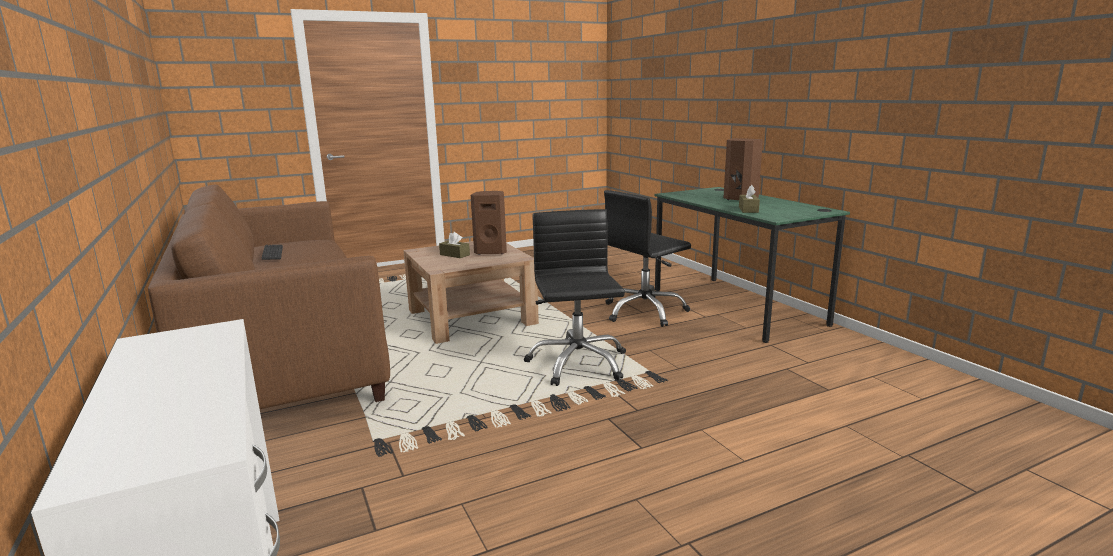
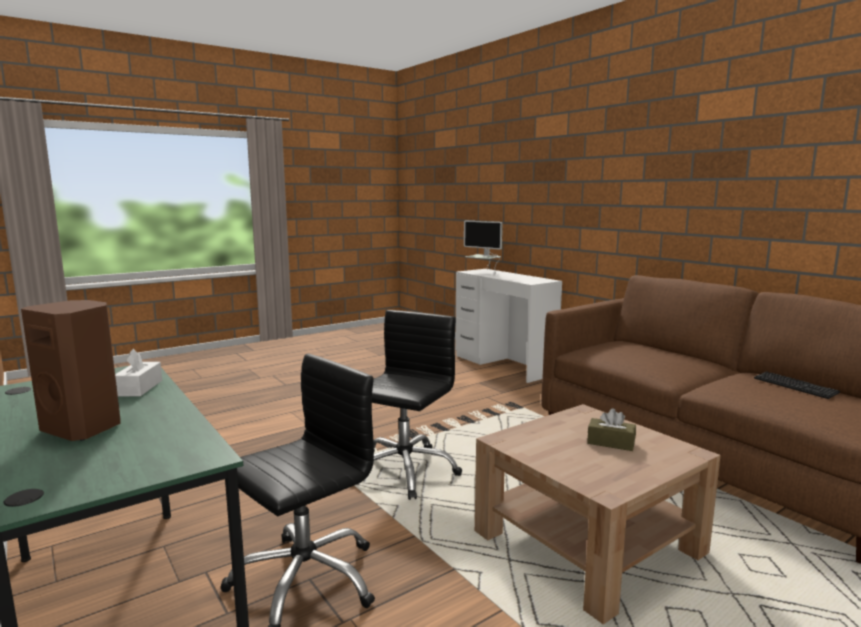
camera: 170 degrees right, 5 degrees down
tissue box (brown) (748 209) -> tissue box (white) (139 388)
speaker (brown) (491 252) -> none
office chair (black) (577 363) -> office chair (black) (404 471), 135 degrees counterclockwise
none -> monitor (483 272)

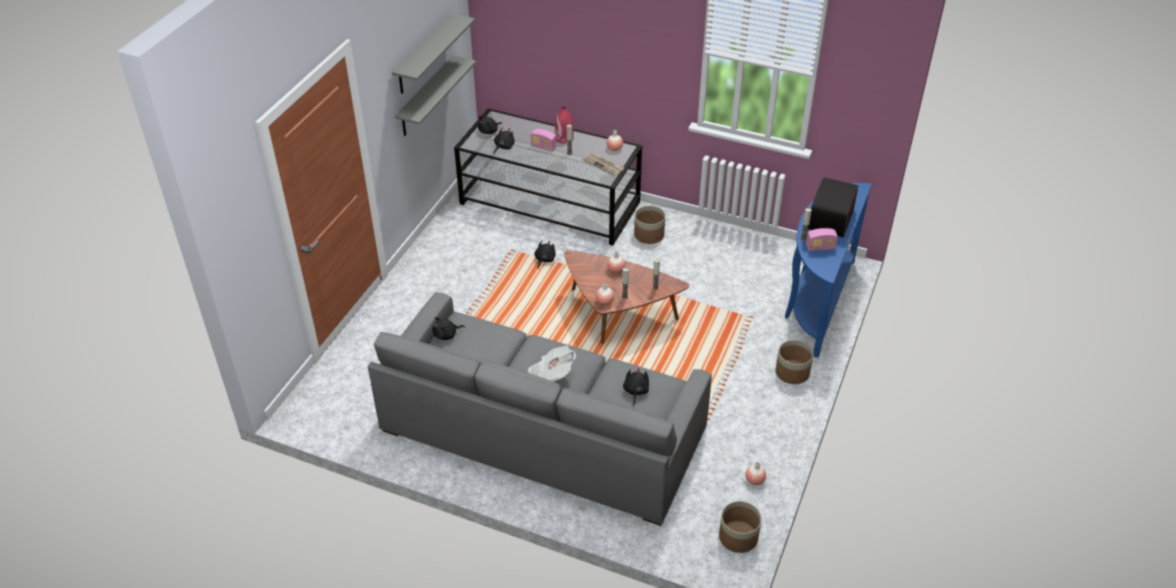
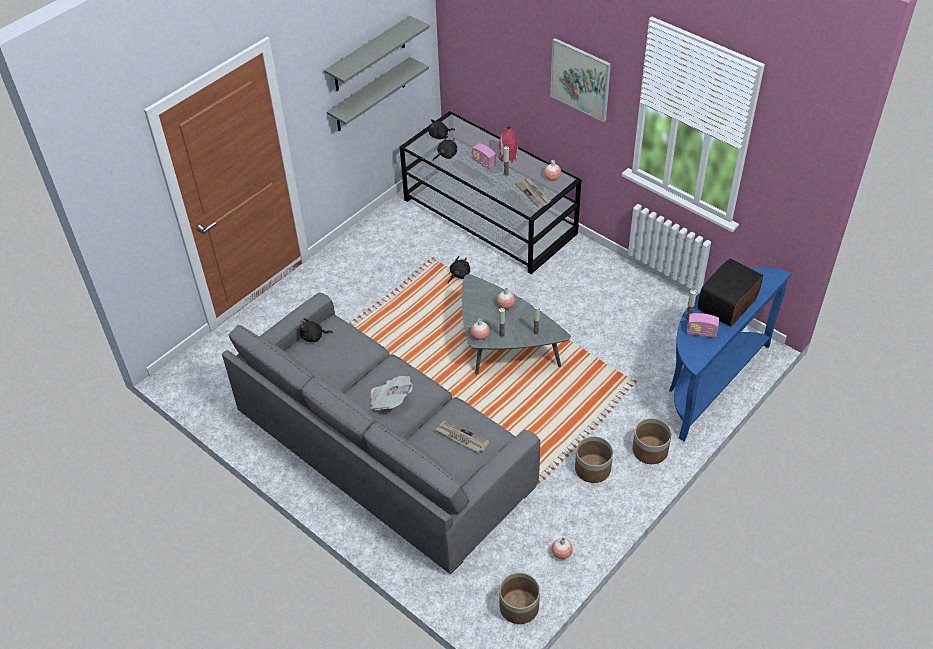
camera: 20 degrees right, 5 degrees up
planter (649 235) -> planter (593 469), moved
coffee table (brown) (617 316) -> coffee table (grey) (503 349)
plush toy (black) (635 391) -> newspaper (461 437)
none -> picture (580 79)

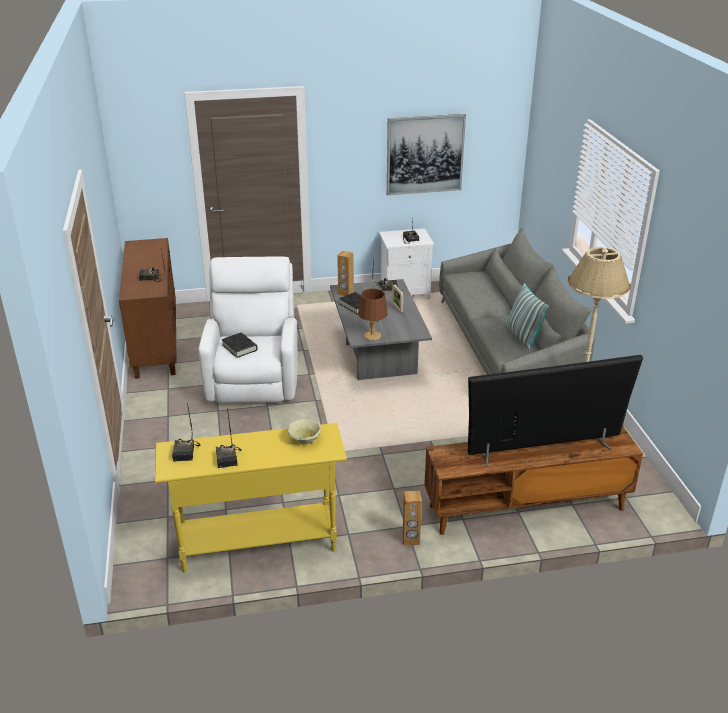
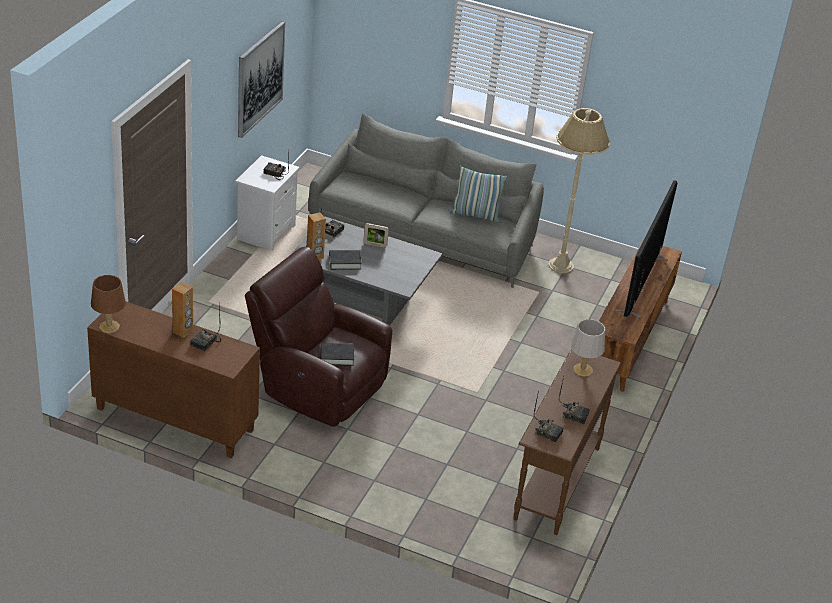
camera: 60 degrees left, 5 degrees up
armchair (white) (254 379) -> armchair (brown) (317 386)
table lamp (brown) (372 335) -> table lamp (brown) (109 327), moved
bowl (beige) (305 439) -> table lamp (grey) (582 370)
console table (yellow) (257 544) -> console table (brown) (556 483)
speaker (brown) (411 540) -> speaker (brown) (183 331), moved

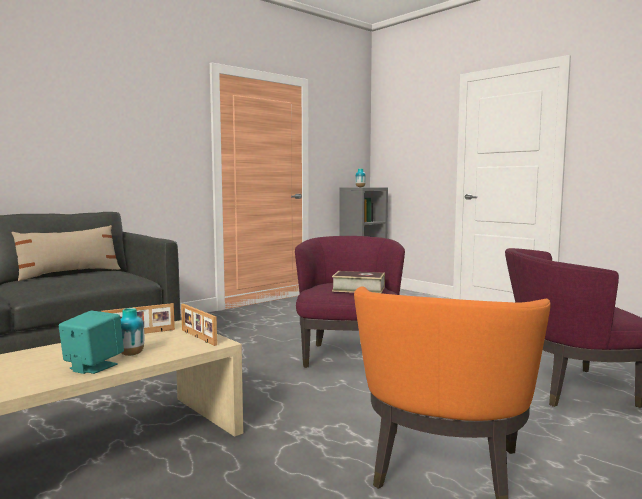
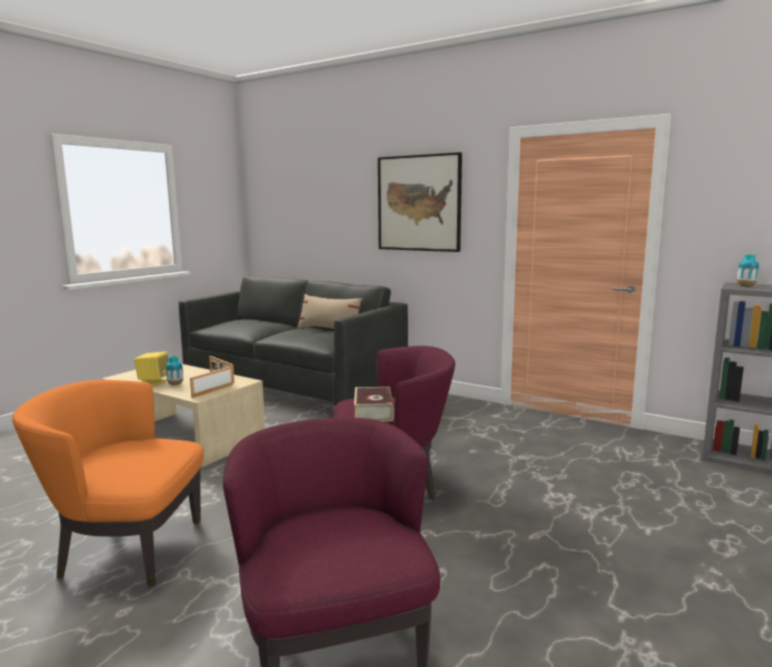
camera: 75 degrees right, 5 degrees up
speaker (turquoise) (92 366) -> speaker (yellow) (154 382)
none -> picture (419 203)

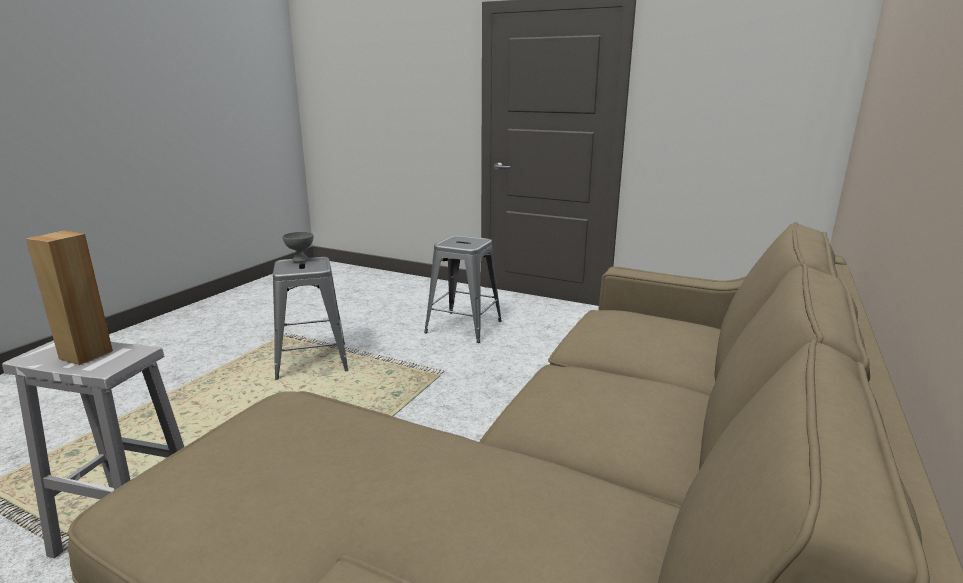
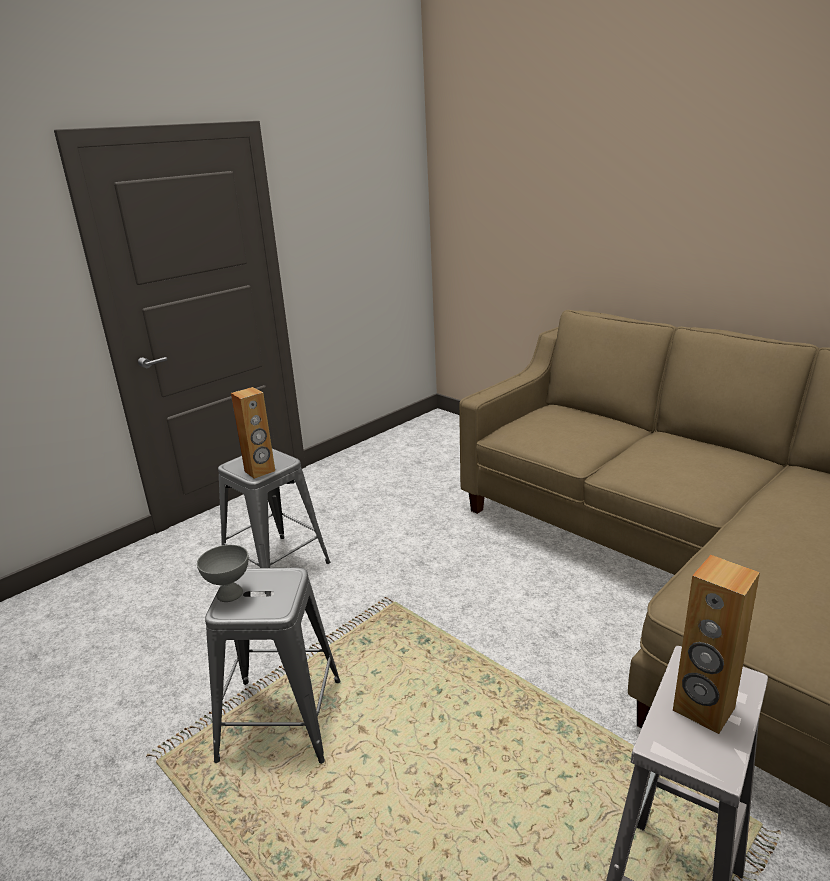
camera: 70 degrees left, 5 degrees up
none -> speaker (brown) (260 471)

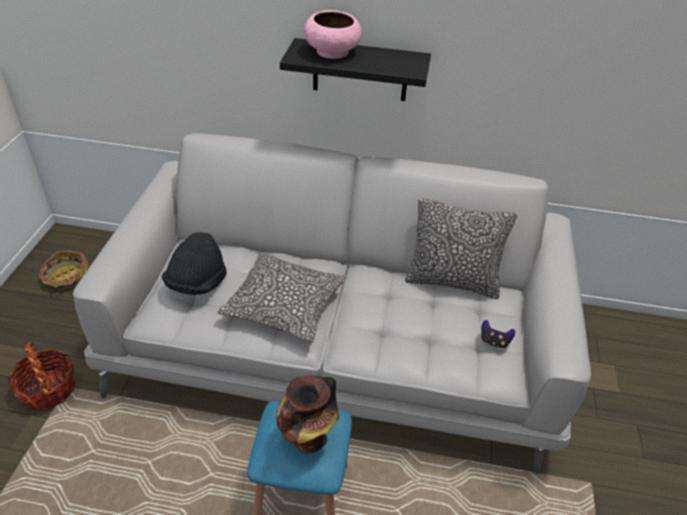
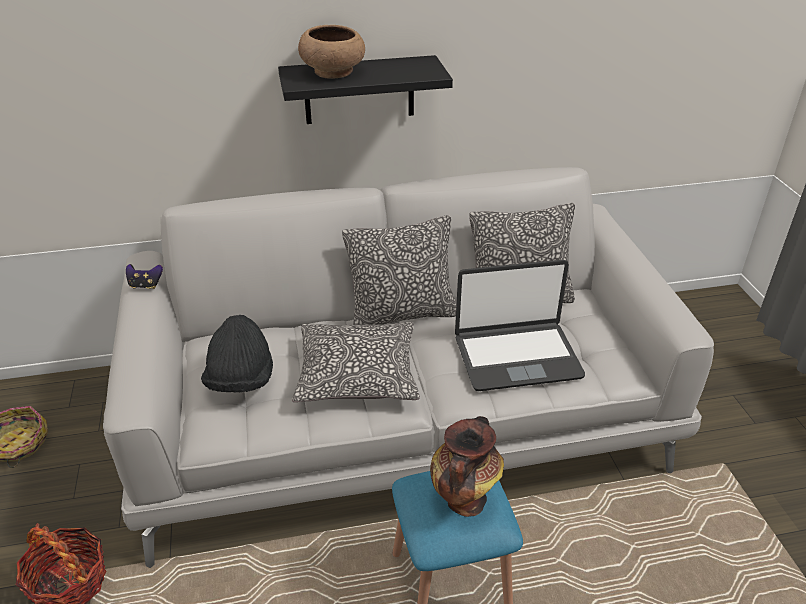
camera: 20 degrees left, 5 degrees down
bowl (pink) (333 52) -> bowl (brown) (333 71)
game controller (494 342) -> game controller (145 285), moved
none -> pillow (402 314)
none -> laptop (516 356)

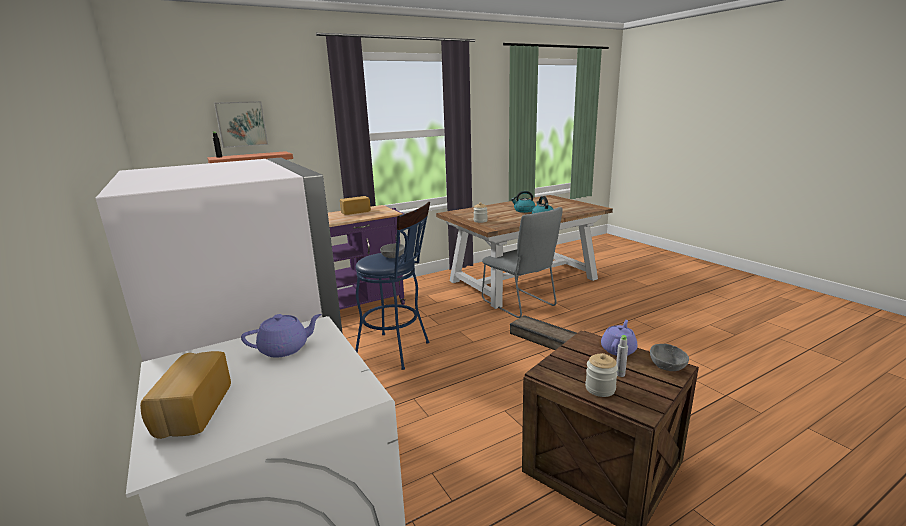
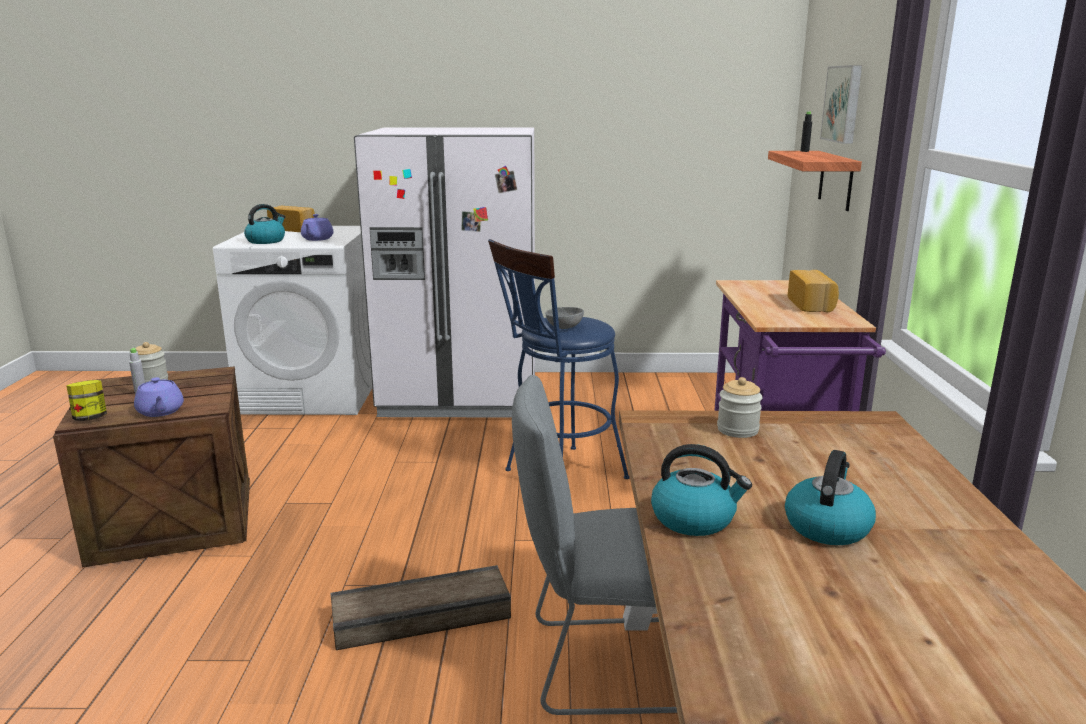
camera: 120 degrees right, 0 degrees up
bowl (grey) (668 366) -> jar (90 418)
none -> kettle (266 241)

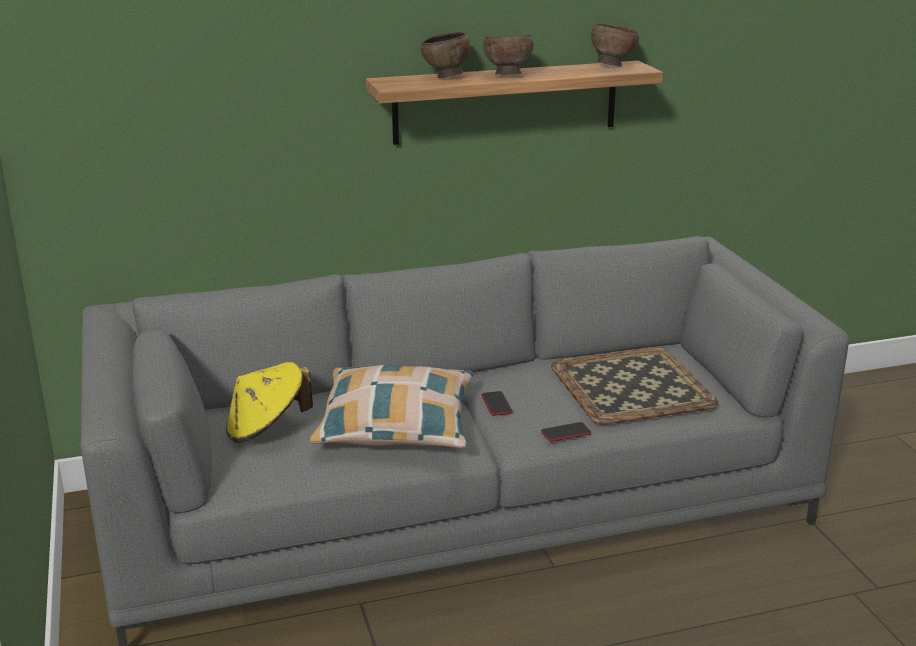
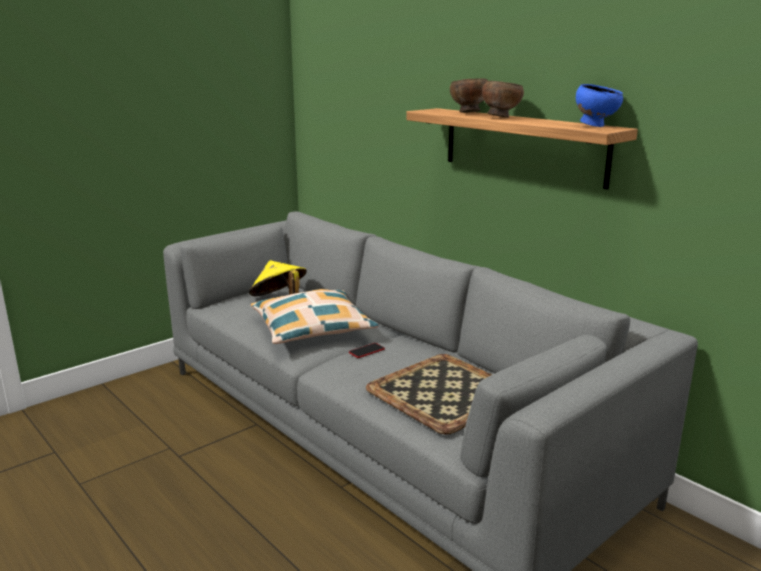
camera: 65 degrees right, 5 degrees down
bowl (brown) (612 65) -> bowl (blue) (595 126)
phone (566 433) -> none

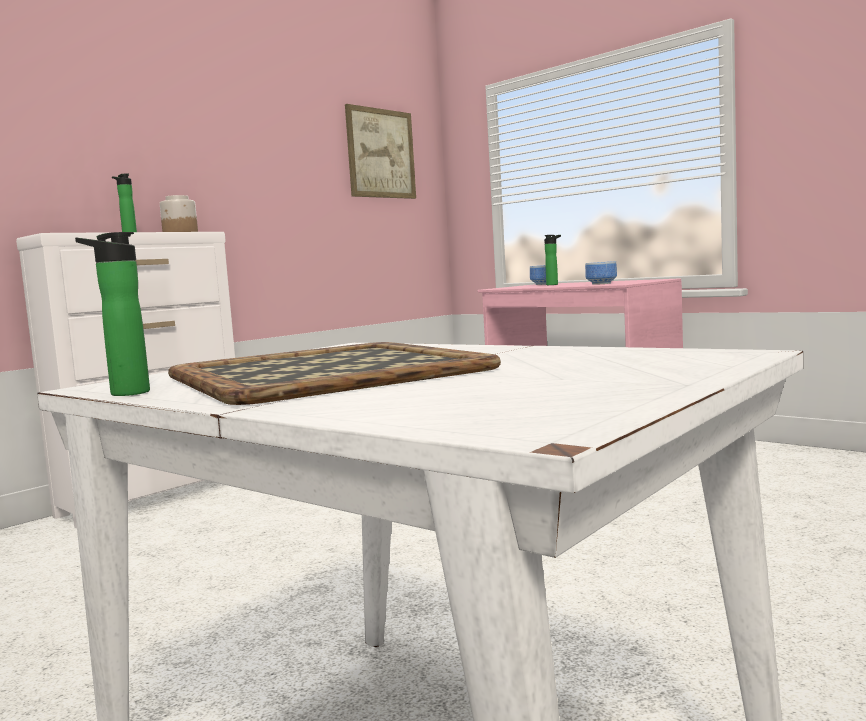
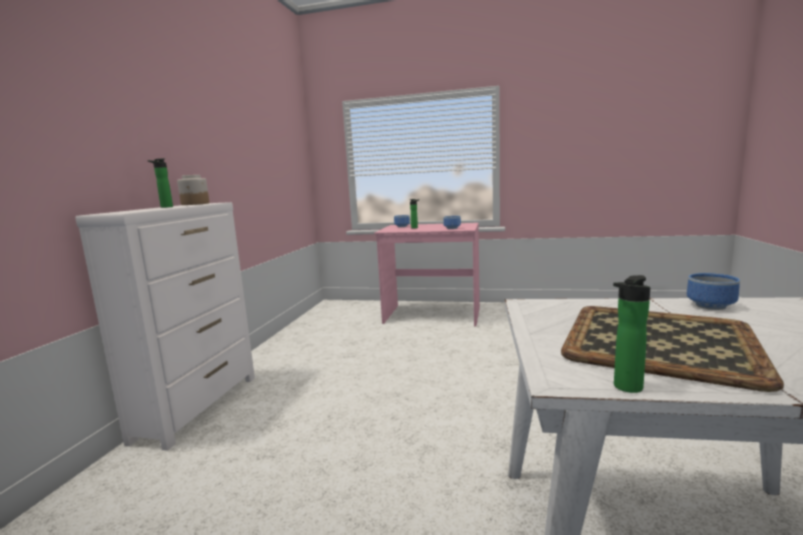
camera: 30 degrees left, 5 degrees up
picture (381 153) -> none
none -> bowl (710 305)

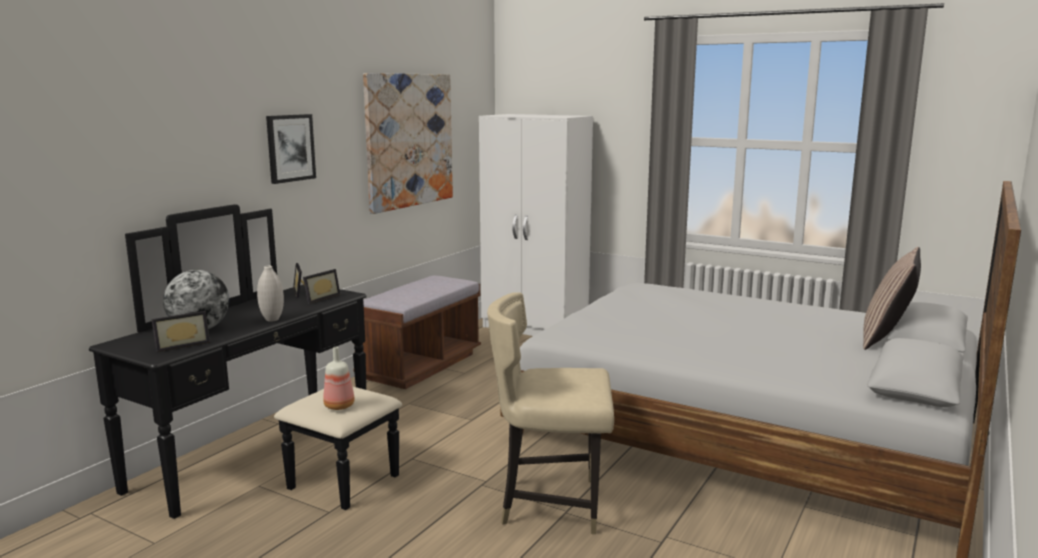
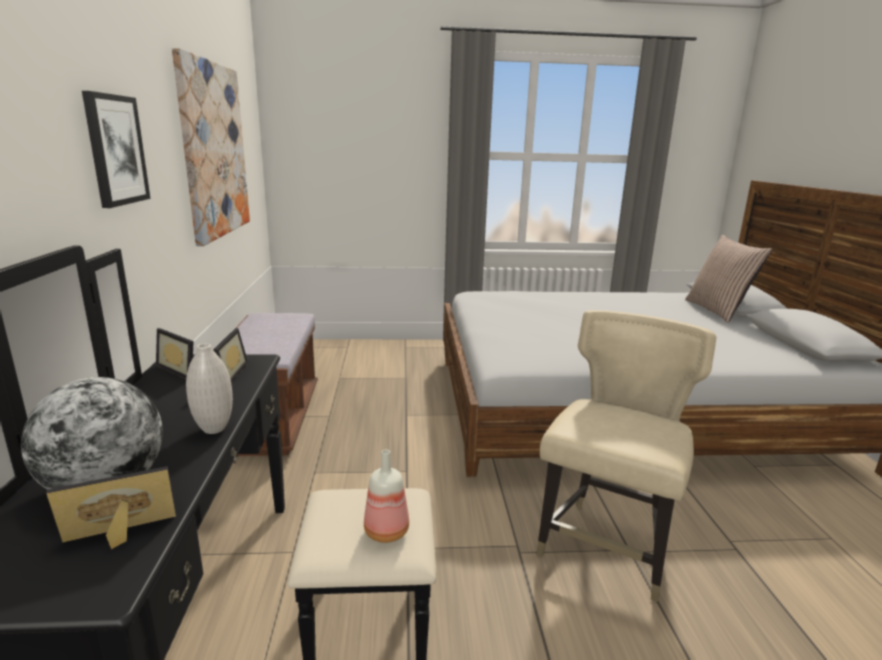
camera: 35 degrees left, 5 degrees up
wardrobe (white) (535 328) -> none
chair (beige) (551 504) -> chair (beige) (606 547), 150 degrees clockwise
picture frame (181 345) -> picture frame (120 537), 135 degrees counterclockwise

